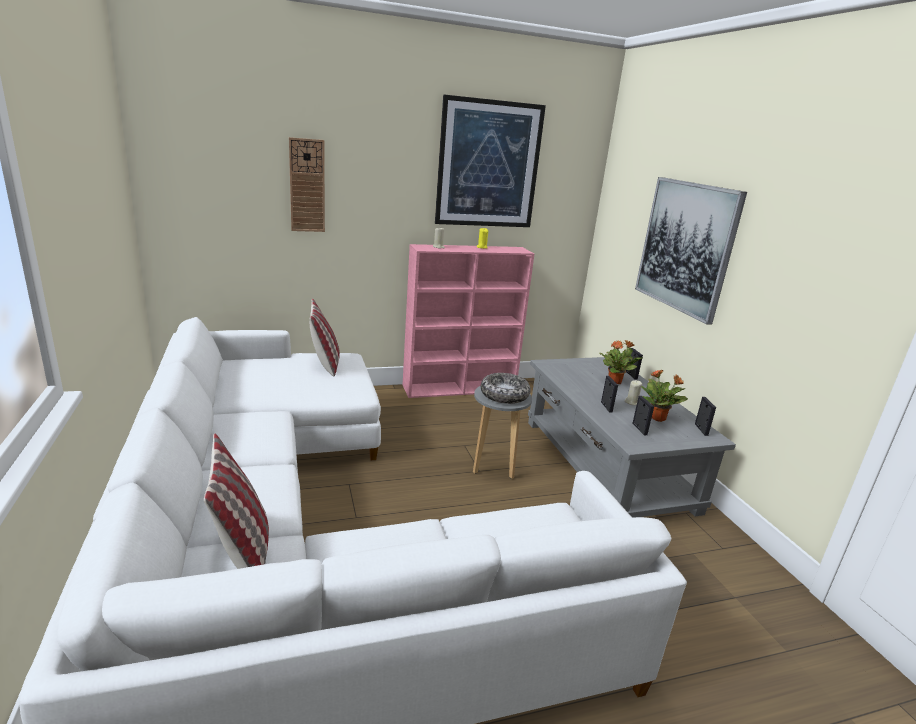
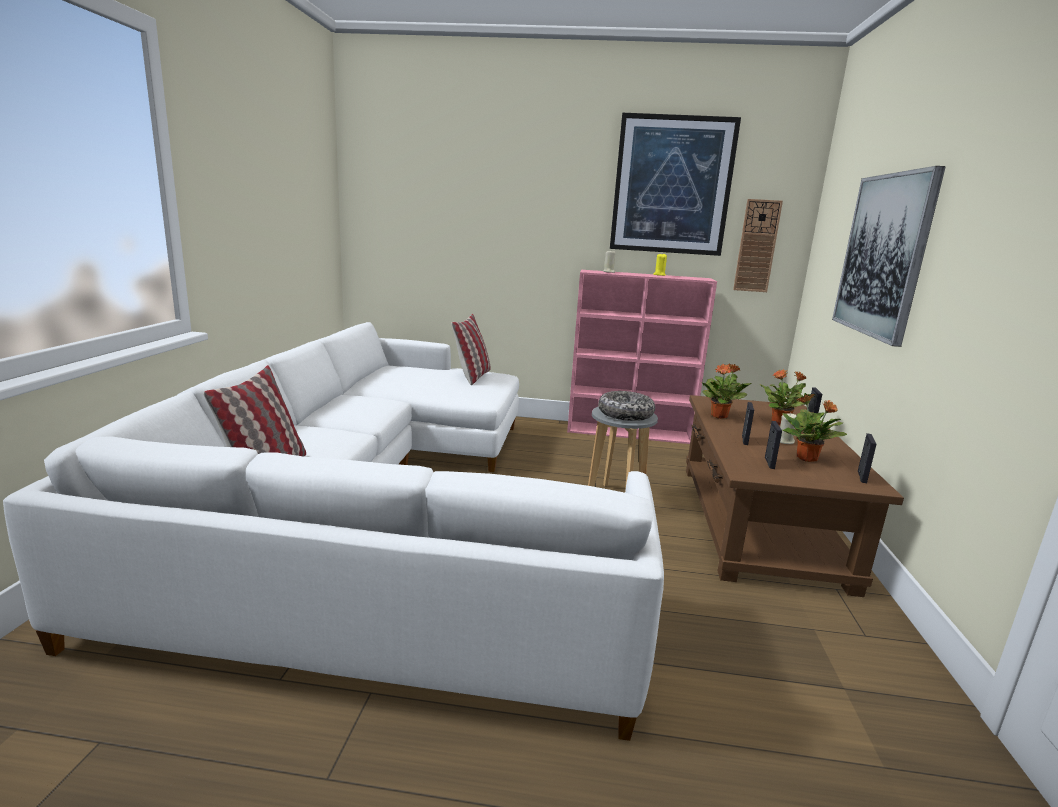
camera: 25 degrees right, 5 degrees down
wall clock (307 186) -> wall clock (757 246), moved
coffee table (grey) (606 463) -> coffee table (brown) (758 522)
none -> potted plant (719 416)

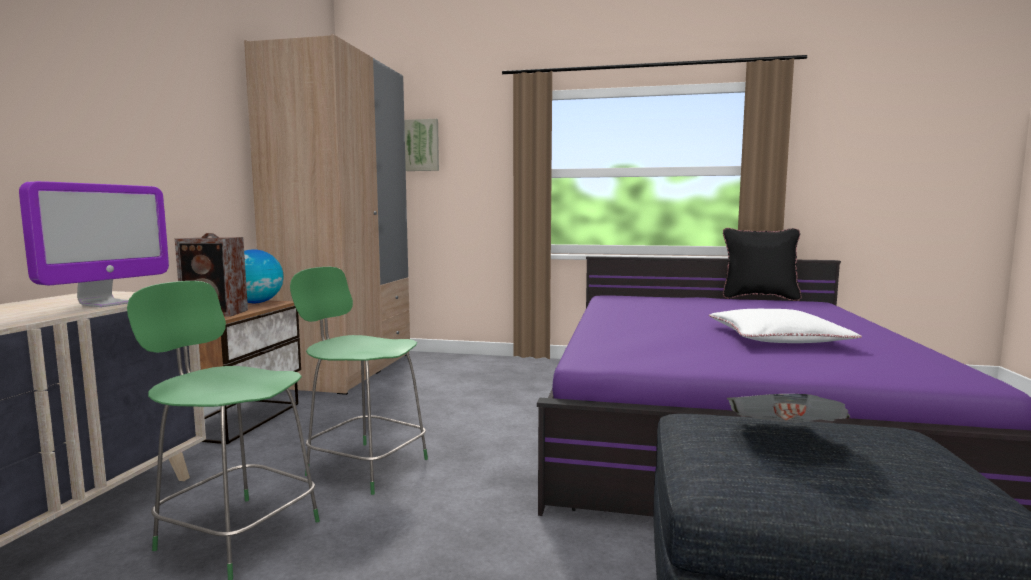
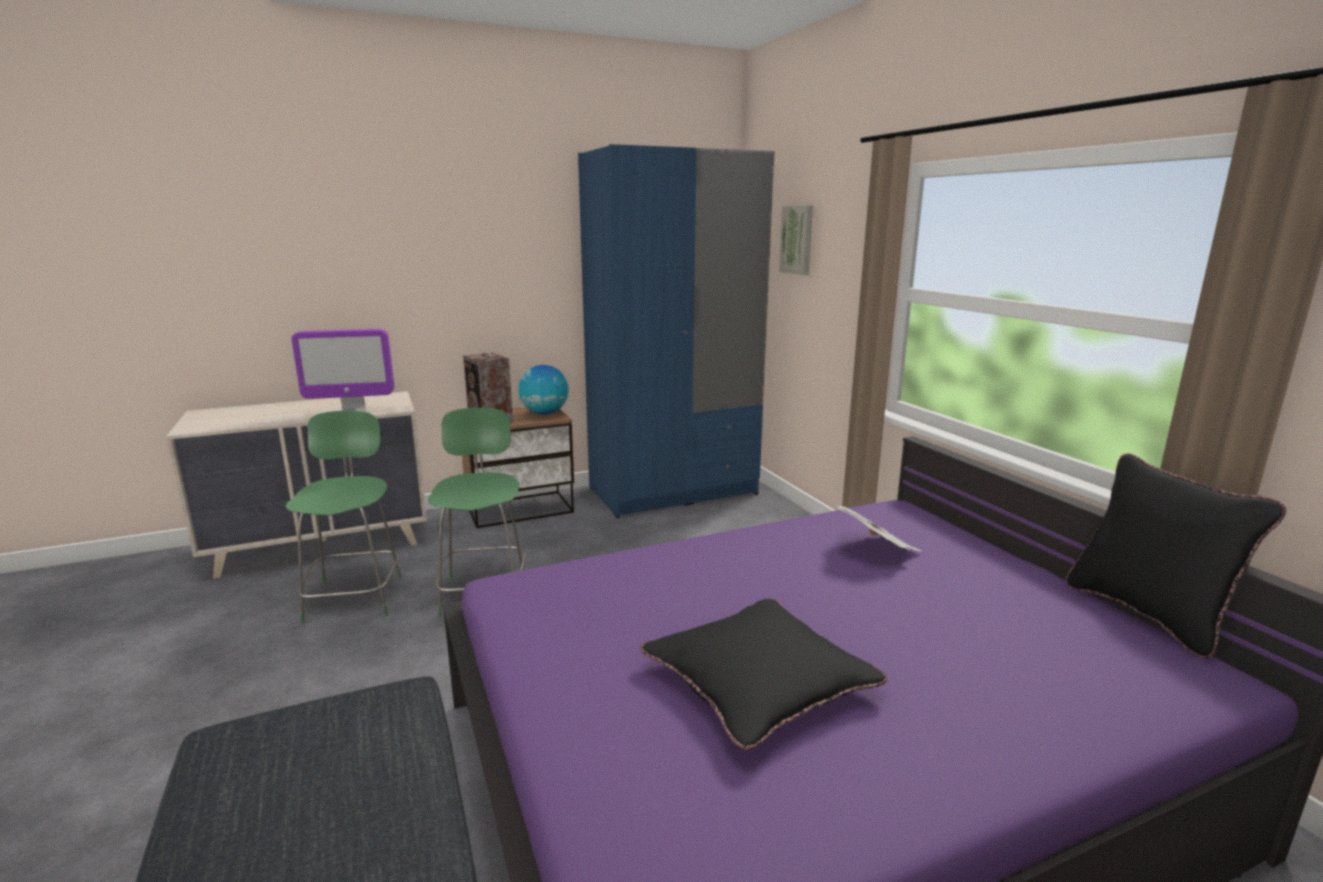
camera: 55 degrees right, 10 degrees up
wardrobe (beige) (345 370) -> wardrobe (blue) (673 491)
pillow (white) (777 338) -> pillow (black) (758 681)
newspaper (784 439) -> newspaper (876 549), moved

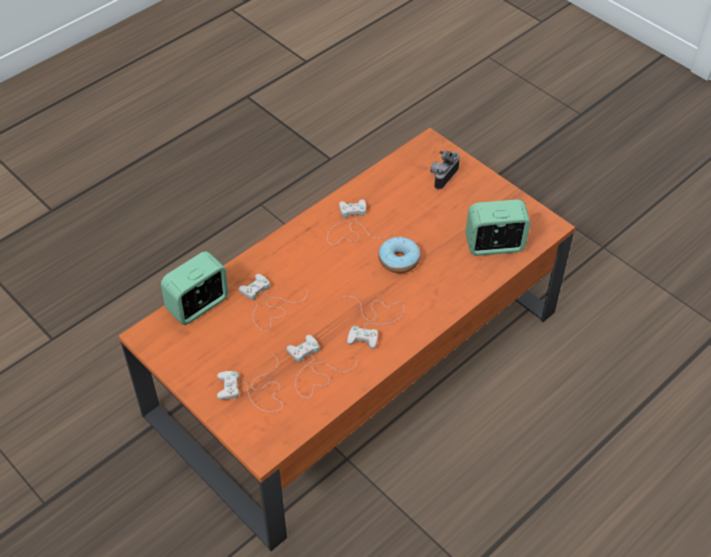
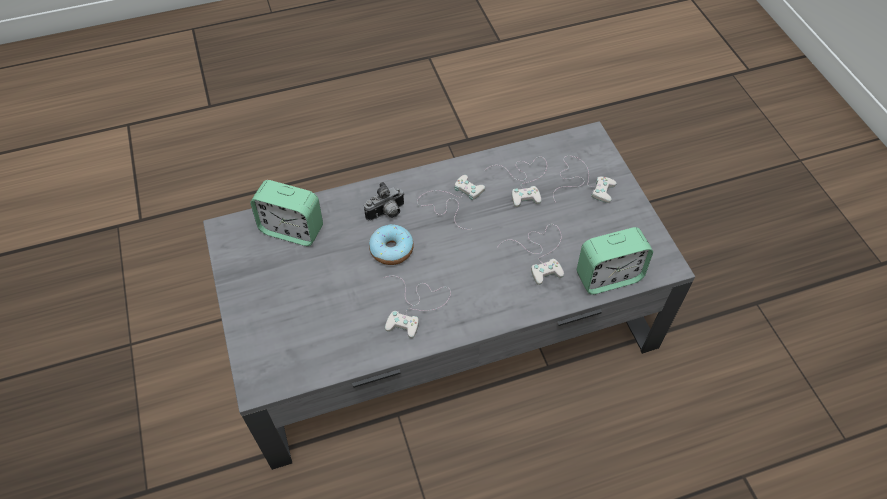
camera: 155 degrees left, 5 degrees up
coffee table (orange) (354 364) -> coffee table (grey) (445 321)
photo camera (442 176) -> photo camera (387 213), moved

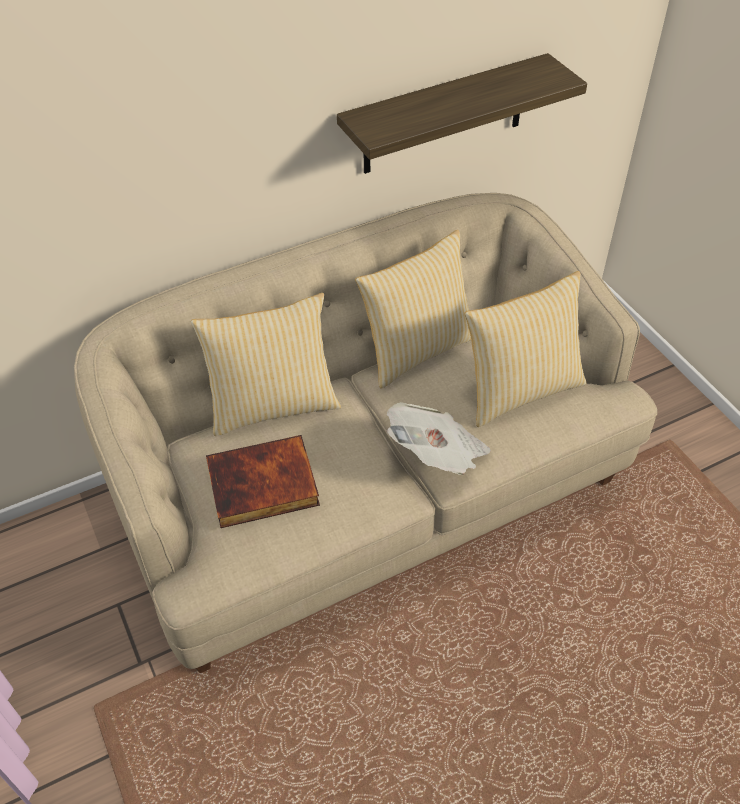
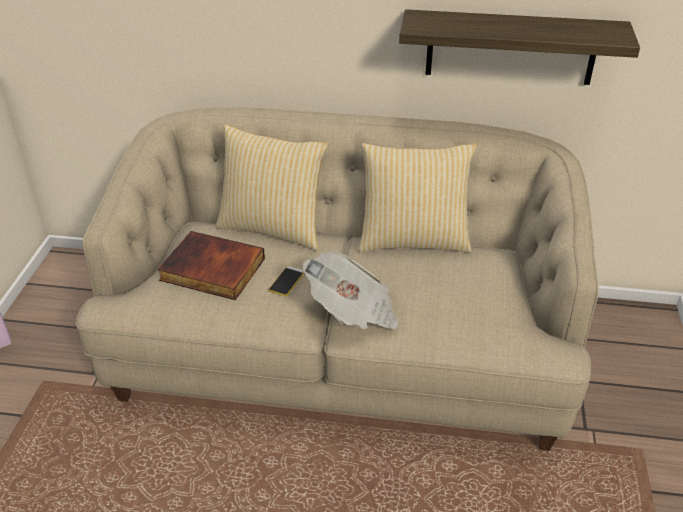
camera: 35 degrees right, 10 degrees down
pillow (519 390) -> none
none -> phone (287 281)

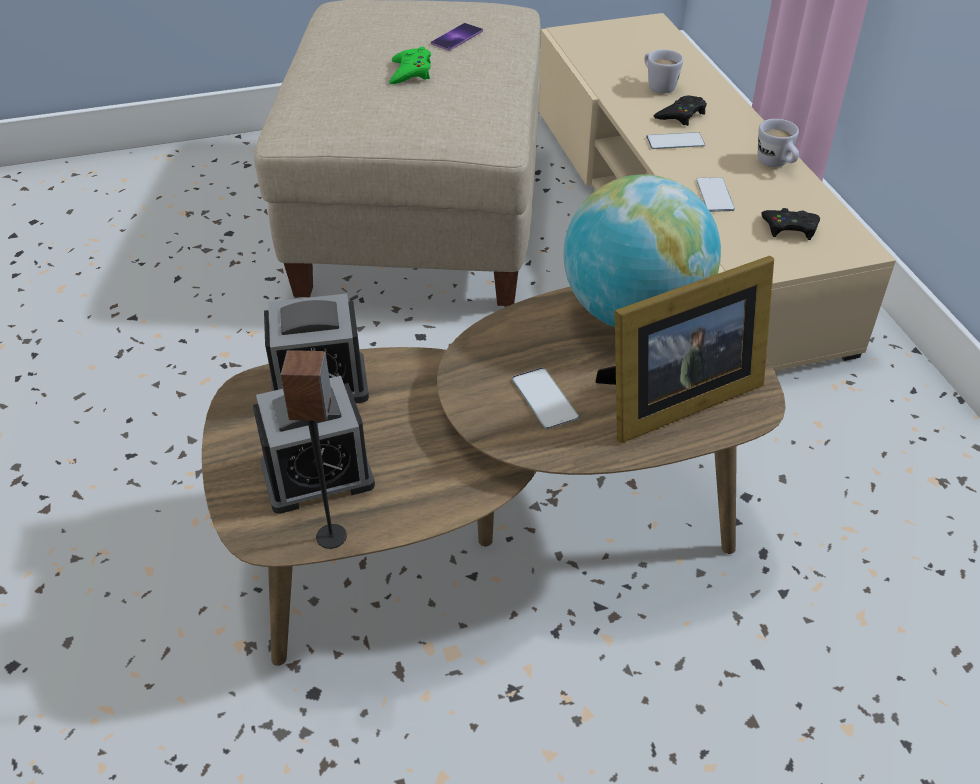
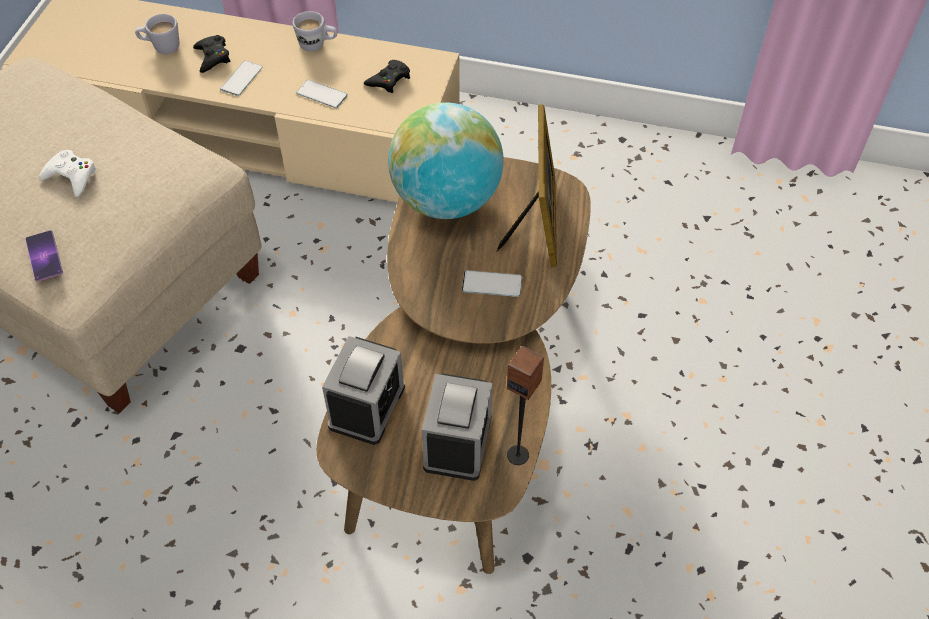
camera: 60 degrees left, 10 degrees up
phone (457 37) -> phone (44 256), moved
game controller (green) (410 72) -> game controller (white) (71 176)

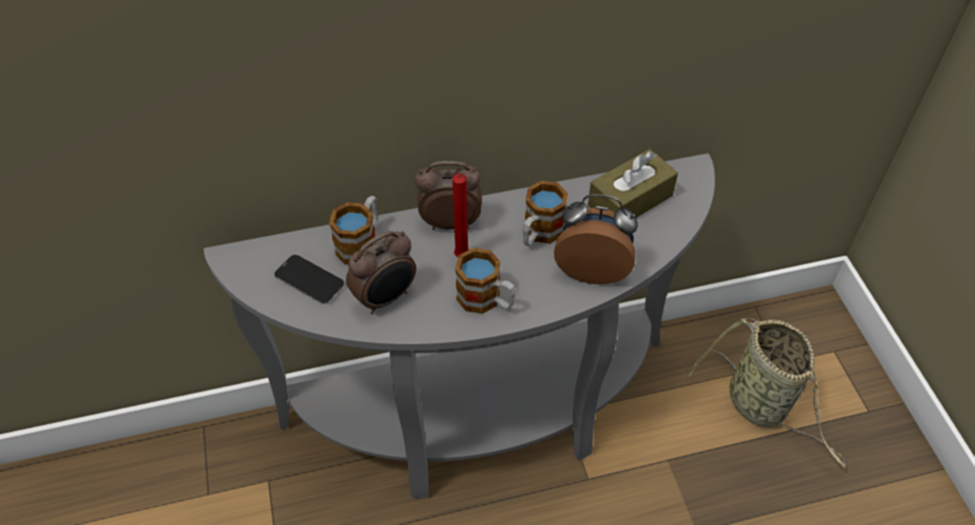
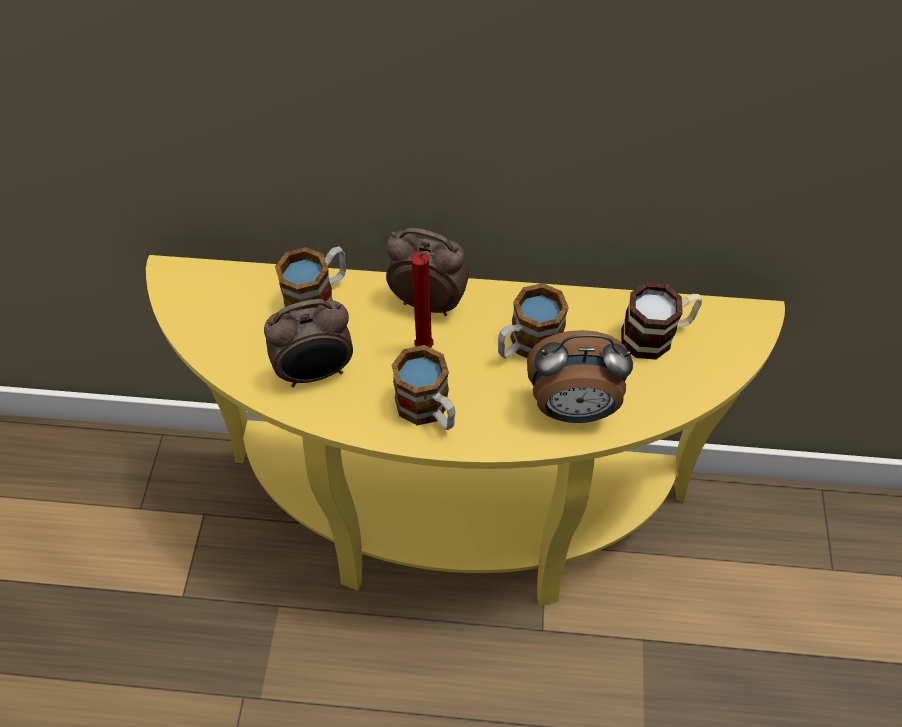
camera: 20 degrees right, 5 degrees up
tissue box (brown) (630 200) -> mug (656 335)
console table (grey) (484 420) -> console table (yellow) (452 524)
alarm clock (592 268) -> alarm clock (573 408), 150 degrees clockwise
phone (309 280) -> none
basket (761 406) -> none

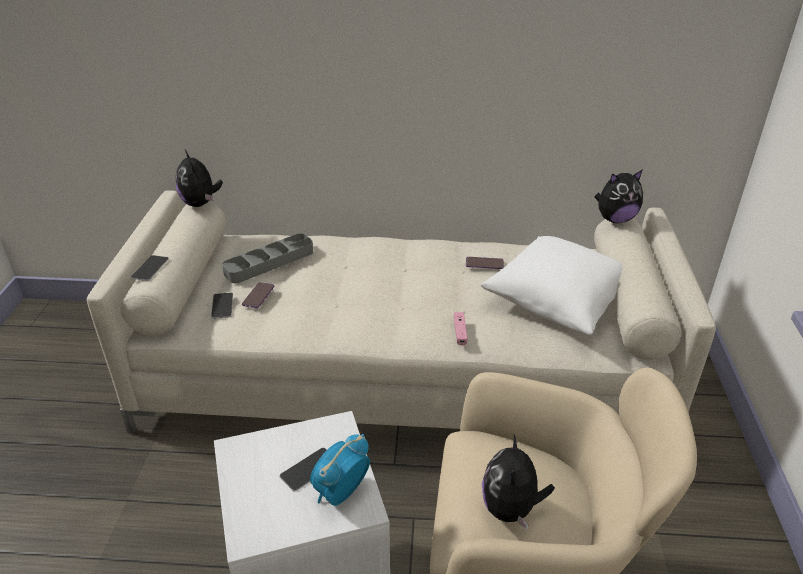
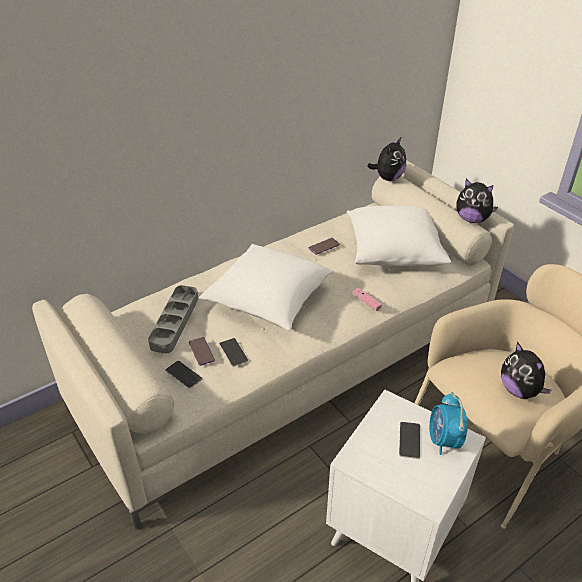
camera: 40 degrees left, 5 degrees up
plush toy (201 204) -> plush toy (472 219), moved
phone (150 268) -> phone (233 352), moved
none -> pillow (white) (269 301)

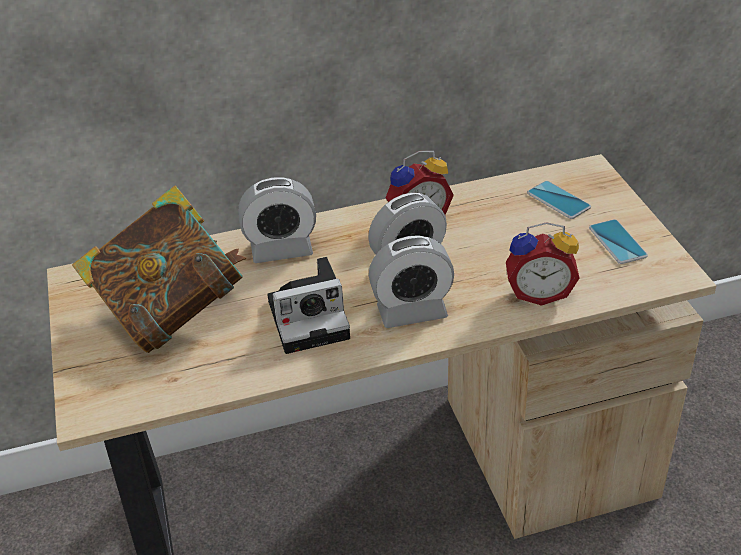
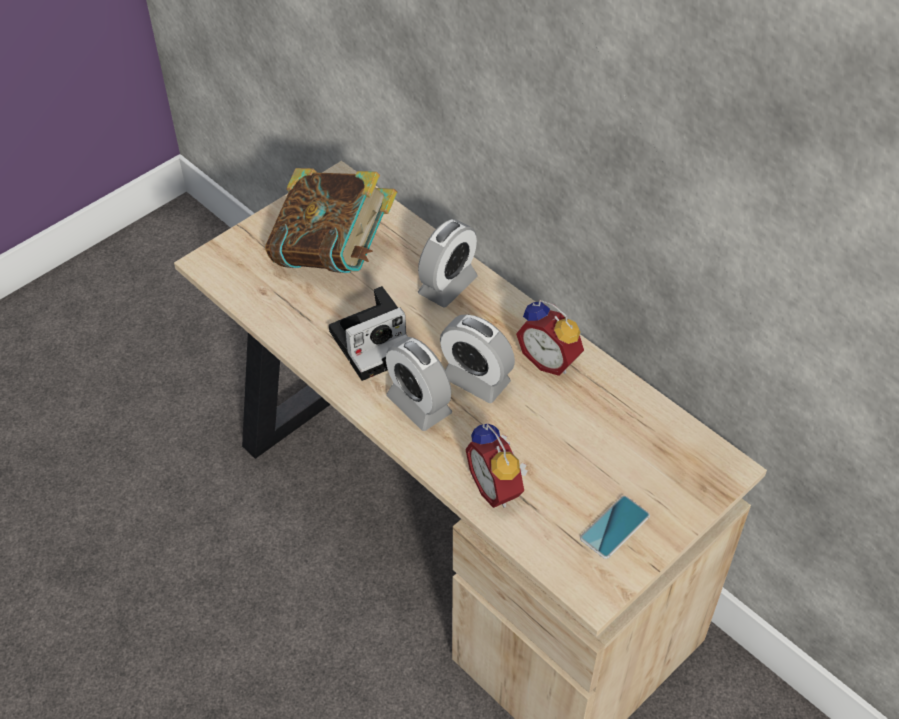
camera: 60 degrees right, 10 degrees up
alarm clock (281 250) -> alarm clock (447 285), 105 degrees counterclockwise
phone (558 200) -> none
photo camera (311 318) -> photo camera (374 342), 75 degrees counterclockwise

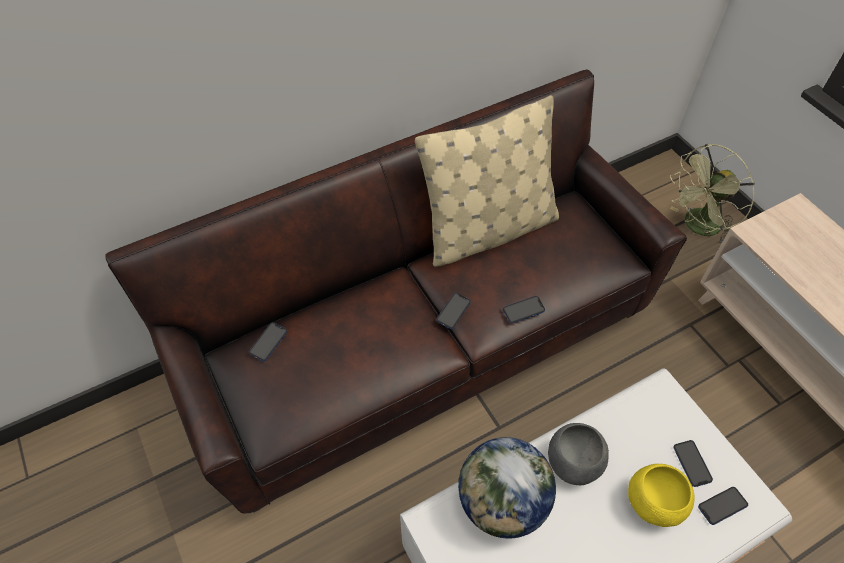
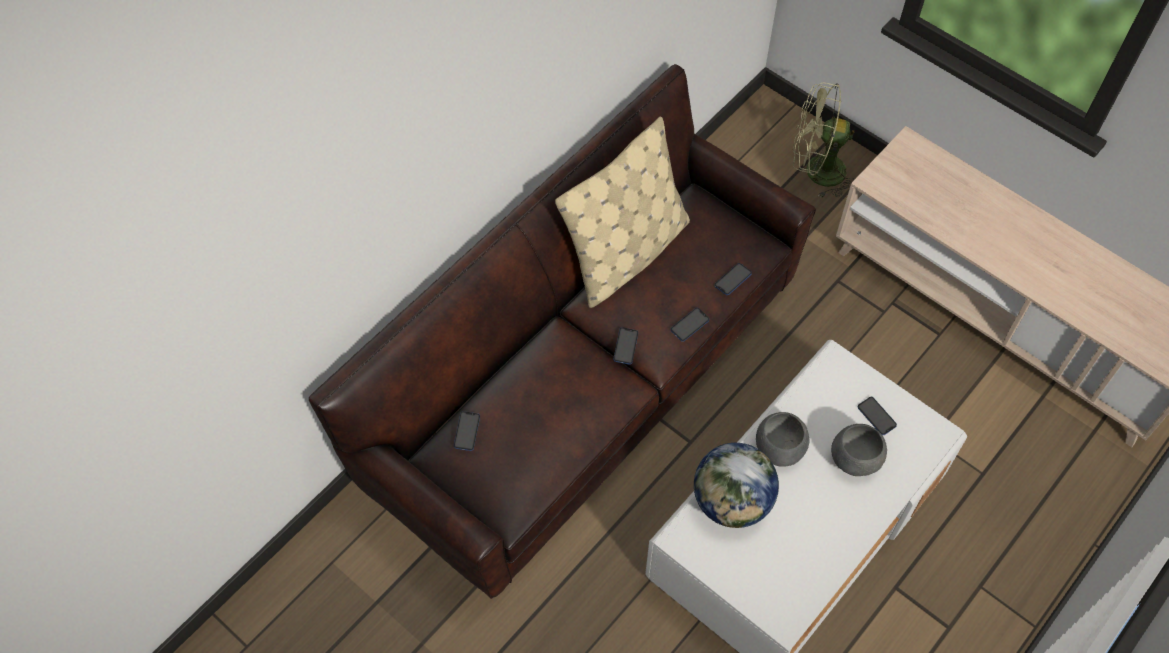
camera: 20 degrees left, 5 degrees up
fan (green) (697 227) -> fan (green) (816 171), 60 degrees clockwise
bowl (yellow) (653 504) -> bowl (grey) (855 460)
phone (722 506) -> phone (733 279), moved

